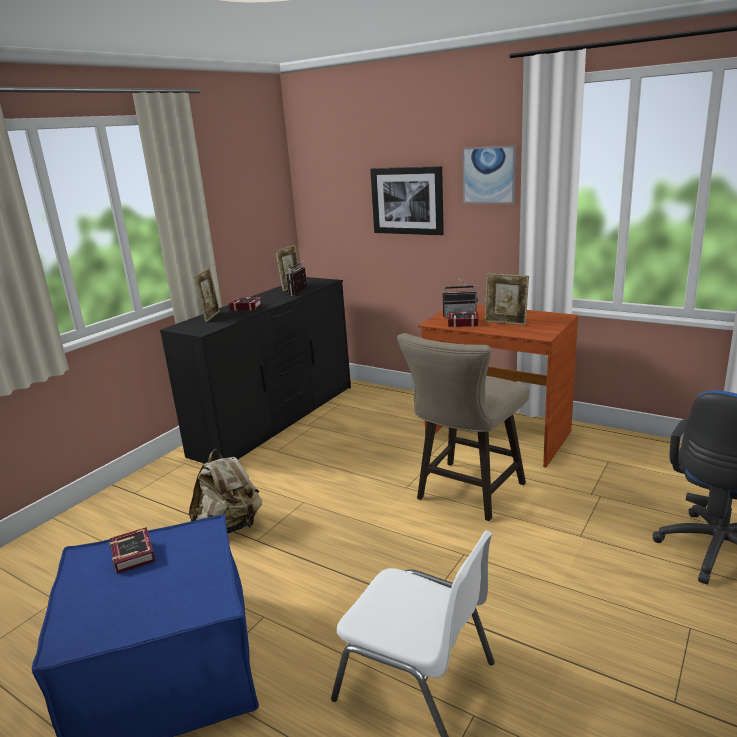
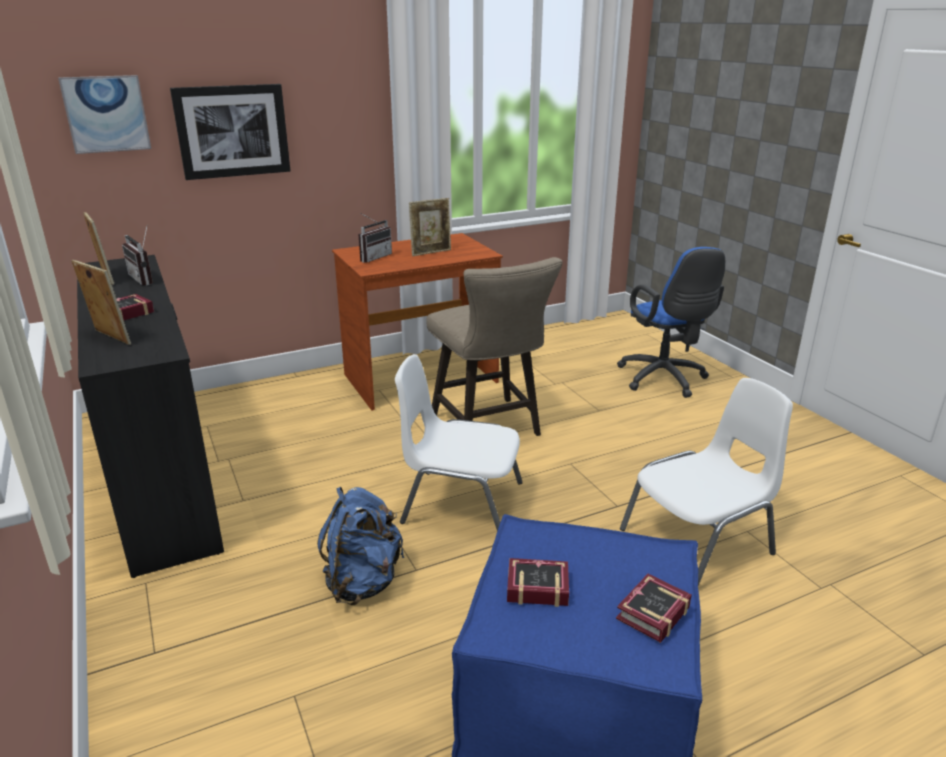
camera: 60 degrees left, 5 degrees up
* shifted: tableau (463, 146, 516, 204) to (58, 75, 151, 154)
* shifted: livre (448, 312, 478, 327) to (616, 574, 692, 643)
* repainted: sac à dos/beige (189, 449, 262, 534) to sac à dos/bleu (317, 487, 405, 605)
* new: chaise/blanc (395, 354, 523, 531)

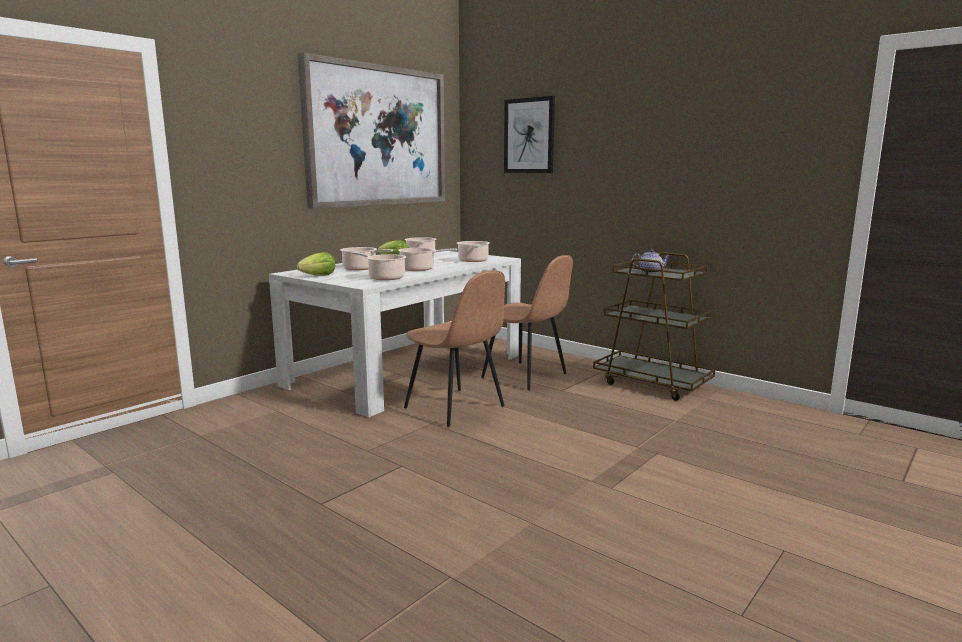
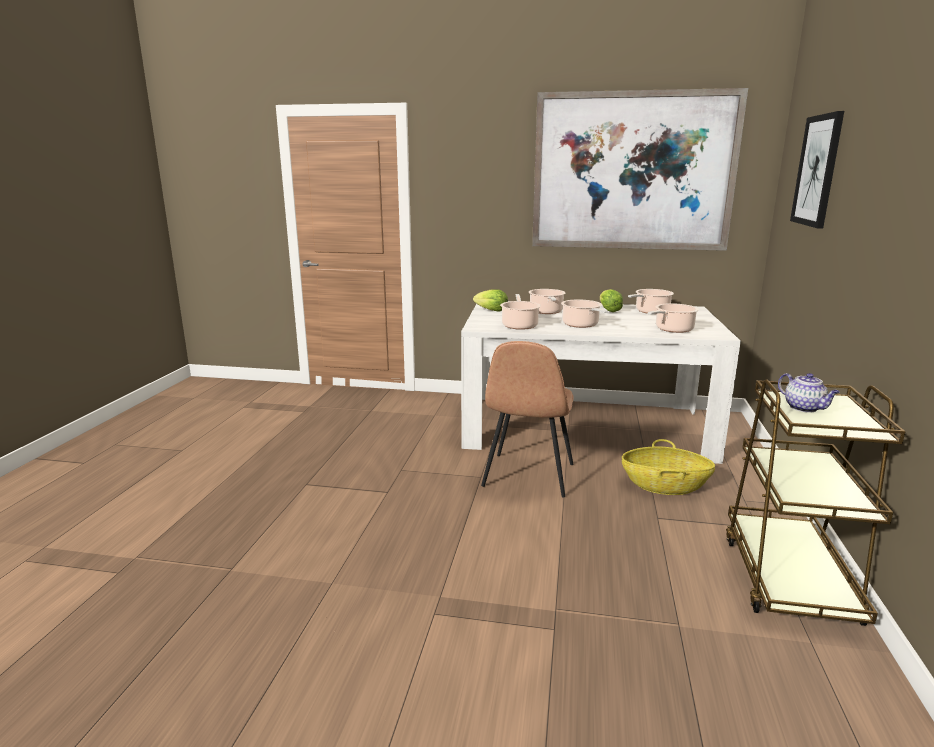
camera: 60 degrees right, 5 degrees up
* swapped: chaise/marron (481, 255, 573, 390) to panier (622, 439, 715, 495)

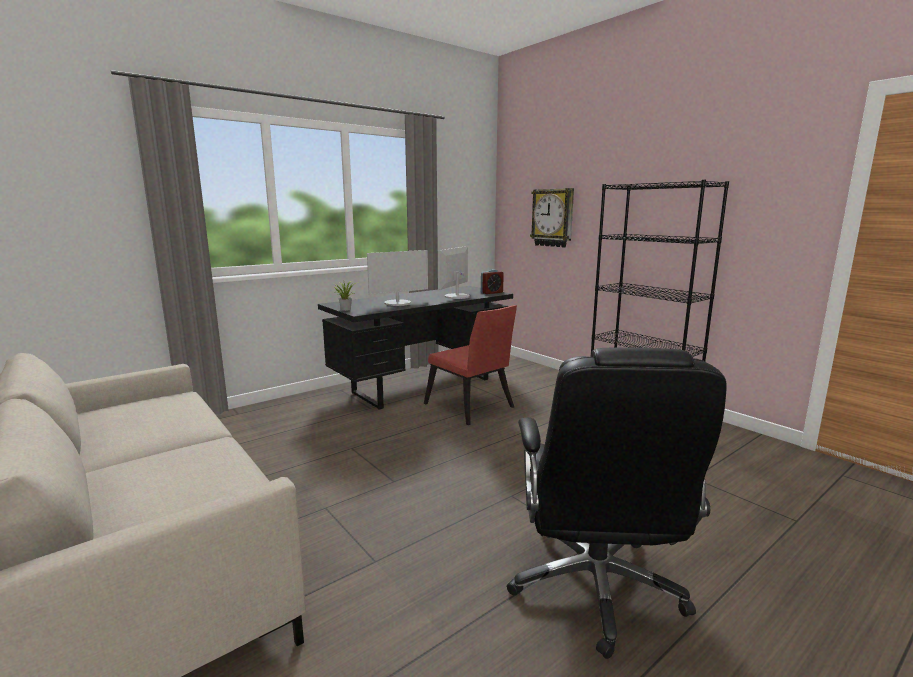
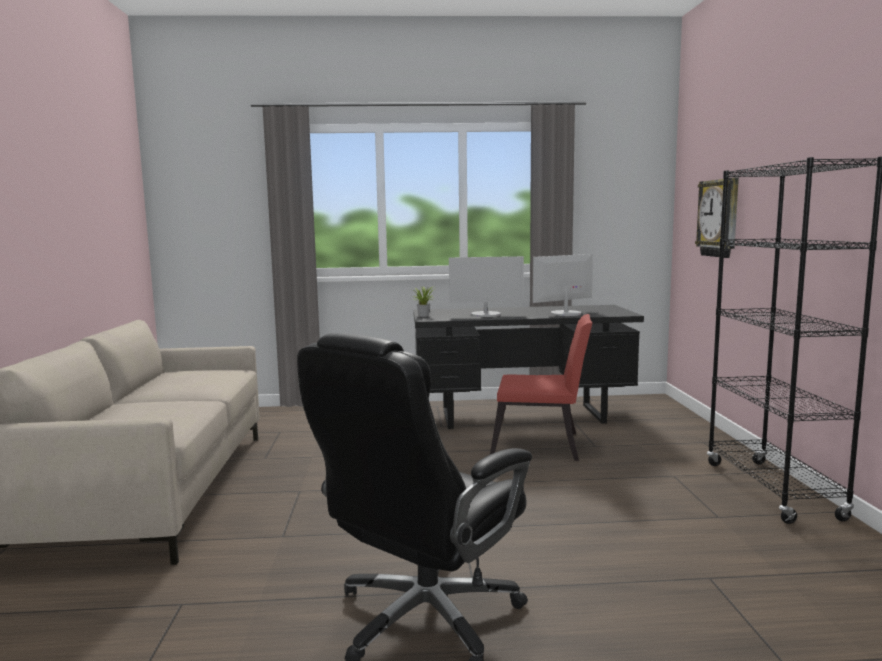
camera: 35 degrees right, 5 degrees down
* gone: réveil (481, 269, 504, 294)
* rotated: chaise/rouge (424, 305, 517, 425) = (490, 314, 592, 461) 75 degrees counterclockwise

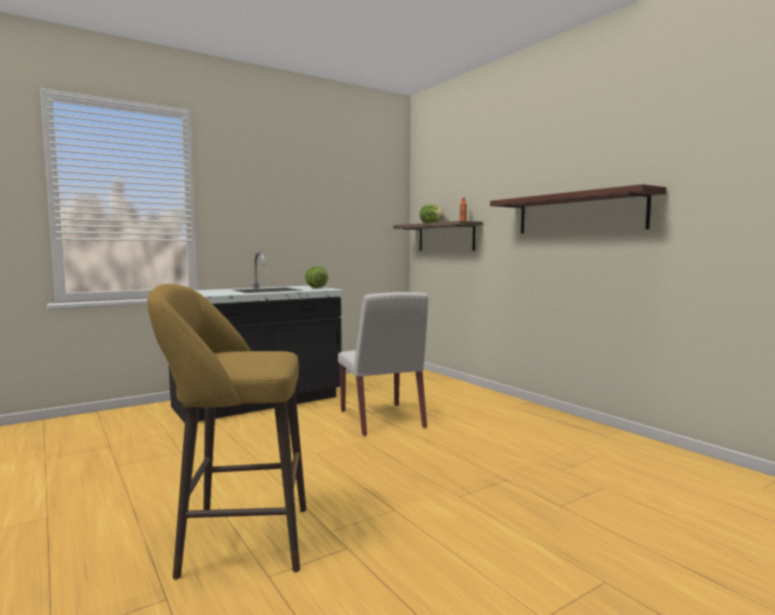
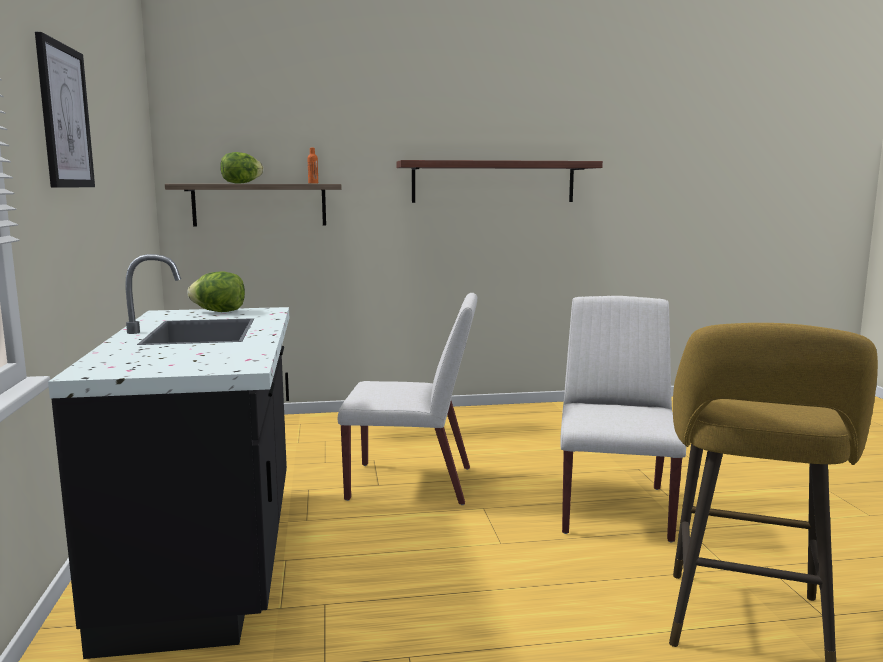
camera: 65 degrees left, 5 degrees up
* new: tableau (35, 32, 95, 188)
* new: chaise/blanc (560, 296, 686, 543)

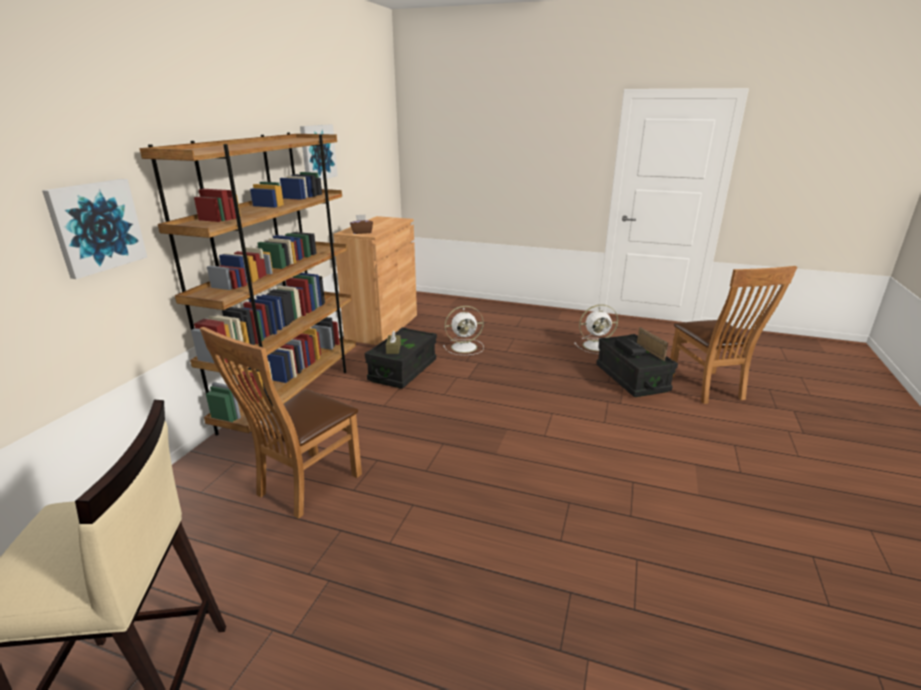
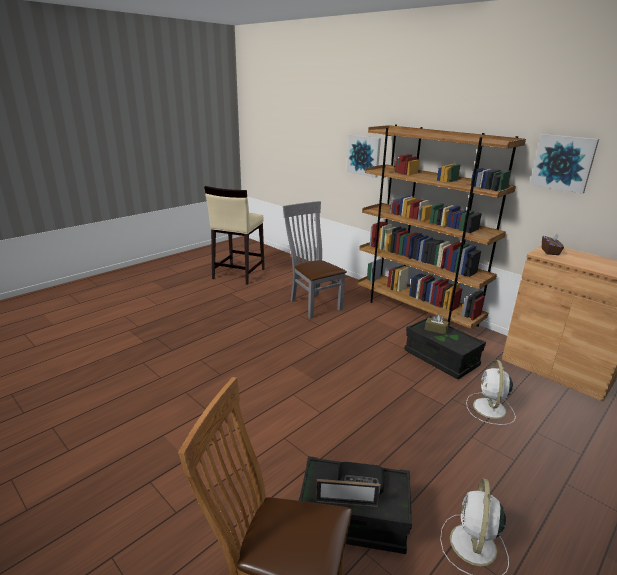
camera: 115 degrees right, 0 degrees up
* repainted: chaise/marron (200, 327, 362, 519) to chaise/gris (283, 201, 347, 319)

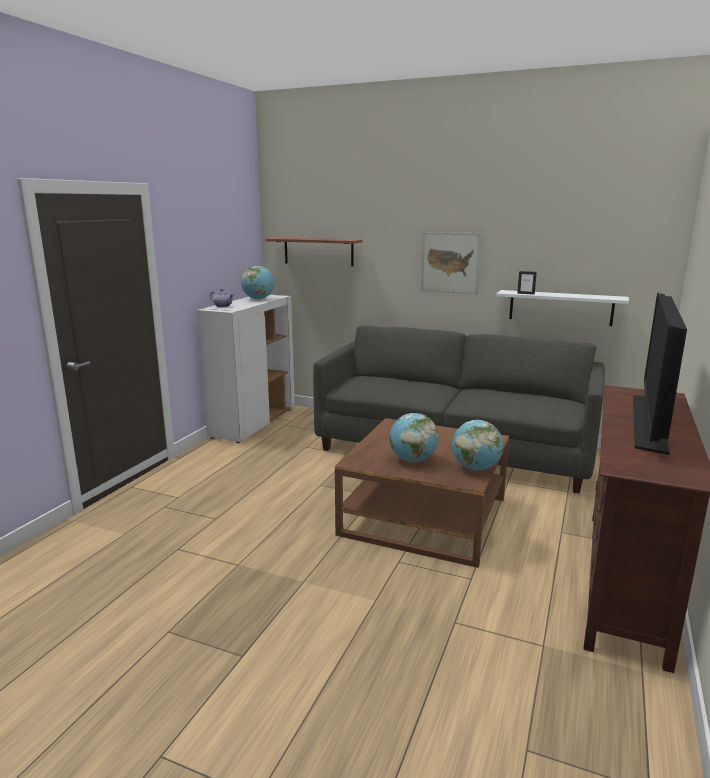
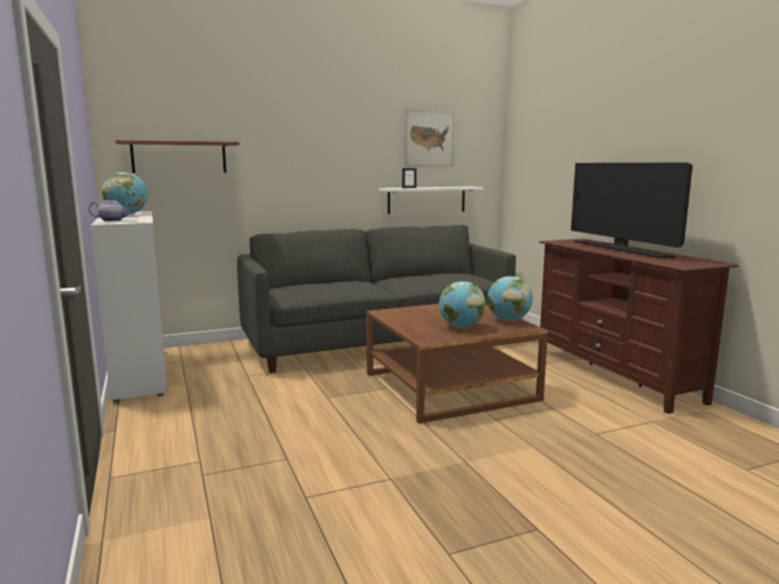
camera: 45 degrees left, 5 degrees down
* shifted: tableau (420, 232, 481, 294) to (404, 109, 455, 167)

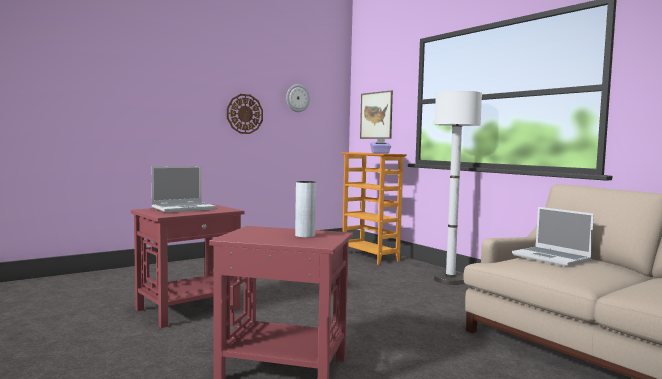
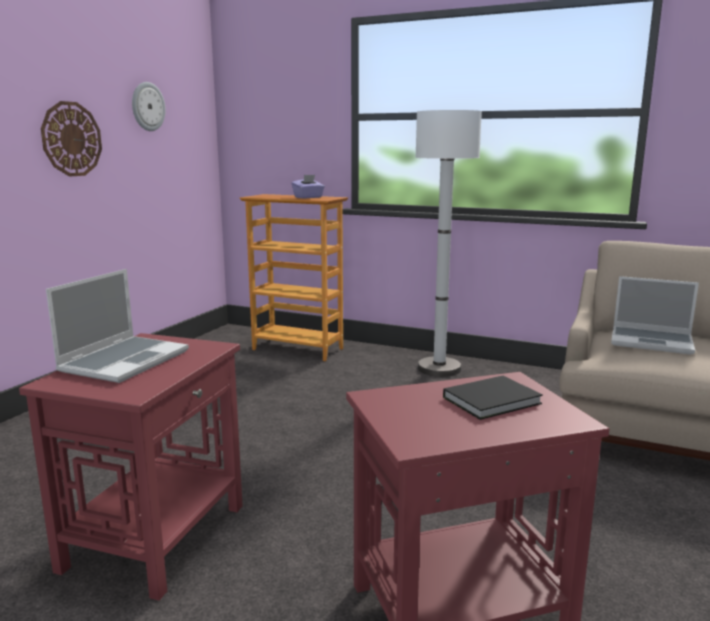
camera: 30 degrees left, 10 degrees up
* gone: tableau (360, 90, 393, 139)
* swapped: vase/gris (295, 181, 316, 238) to livre/noir (443, 376, 543, 420)

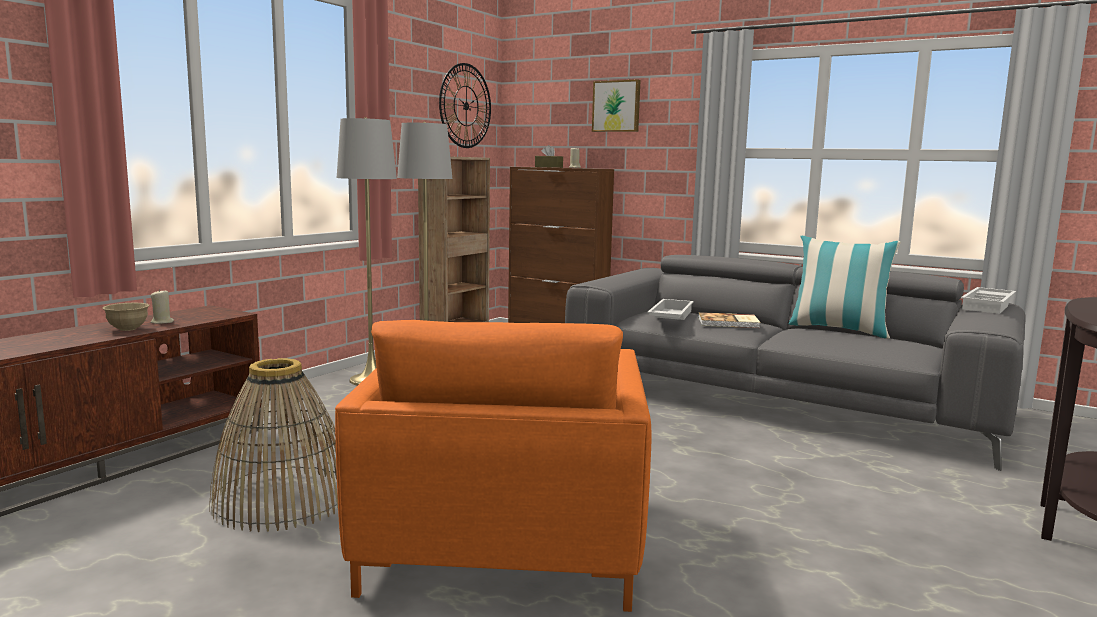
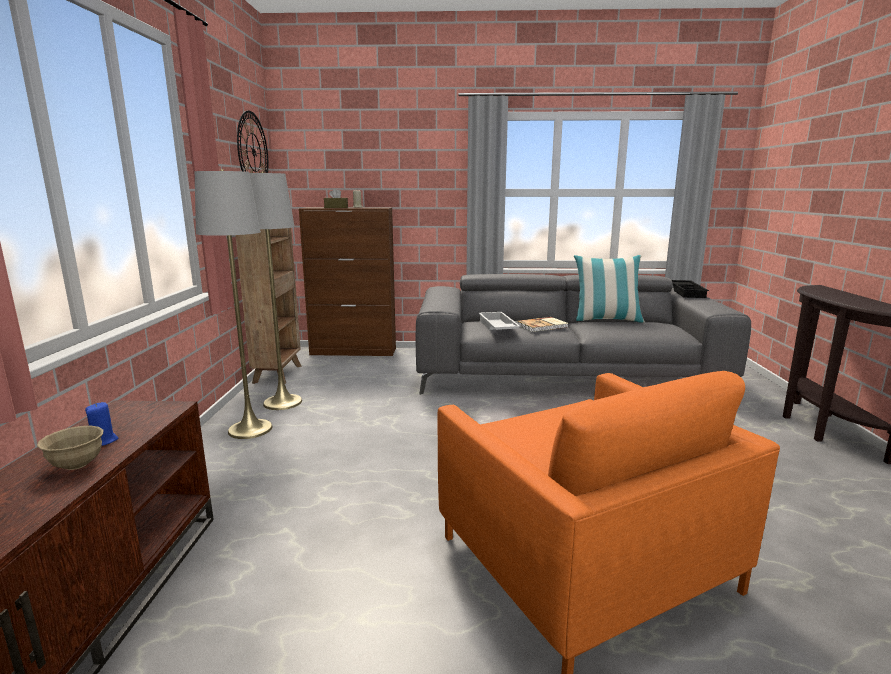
camera: 30 degrees left, 5 degrees up
* gone: tableau (592, 79, 640, 132)
* repainted: plateau/blanc (961, 287, 1016, 314) to plateau/noir (672, 280, 709, 298)
* repainted: bougie/beige (151, 289, 174, 324) to bougie/bleu (85, 402, 118, 446)
* gone: panier (209, 358, 338, 532)

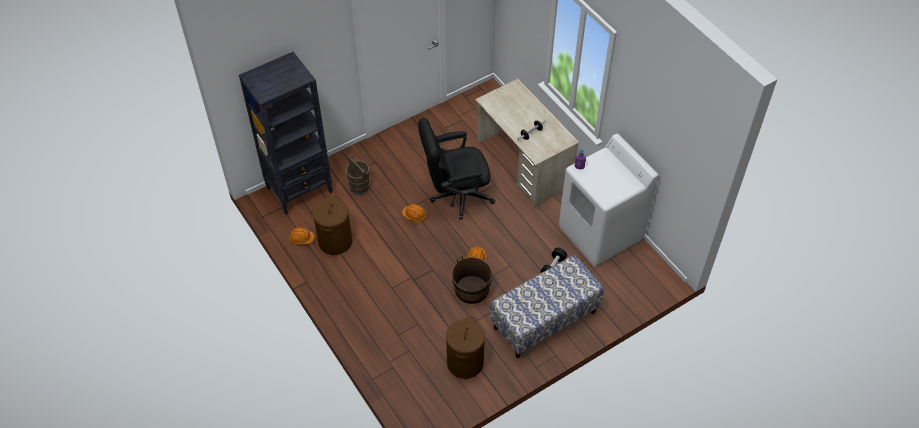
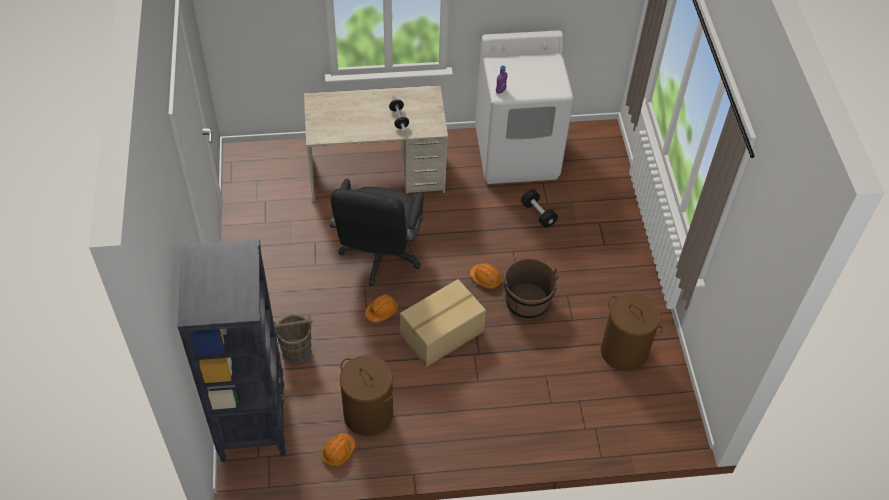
camera: 65 degrees left, 0 degrees up
* gone: banc (490, 255, 604, 358)
* new: carton (400, 279, 486, 367)

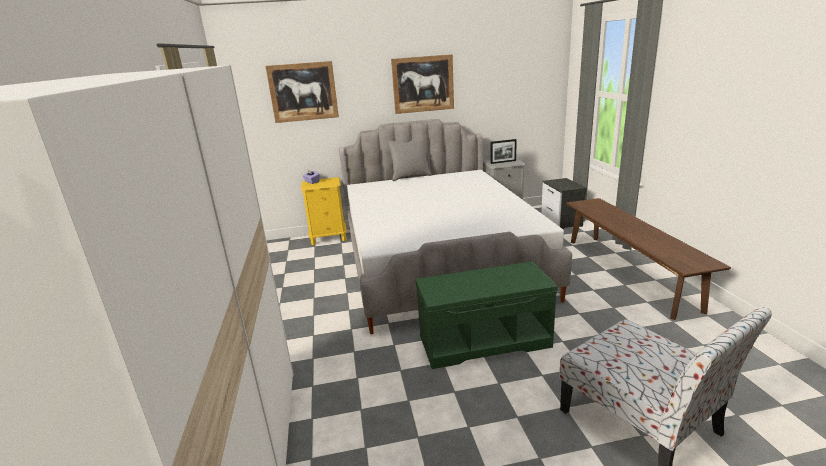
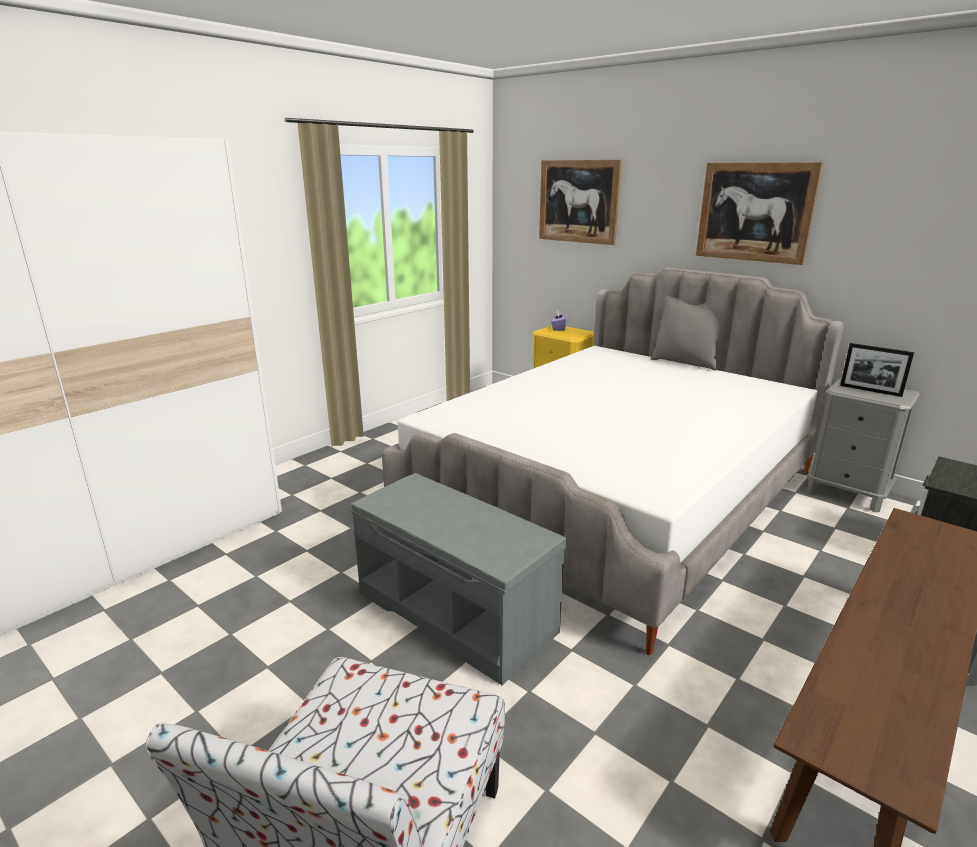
camera: 50 degrees right, 0 degrees up
* repainted: banc/vert (415, 262, 558, 369) to banc/gris (351, 473, 566, 685)

